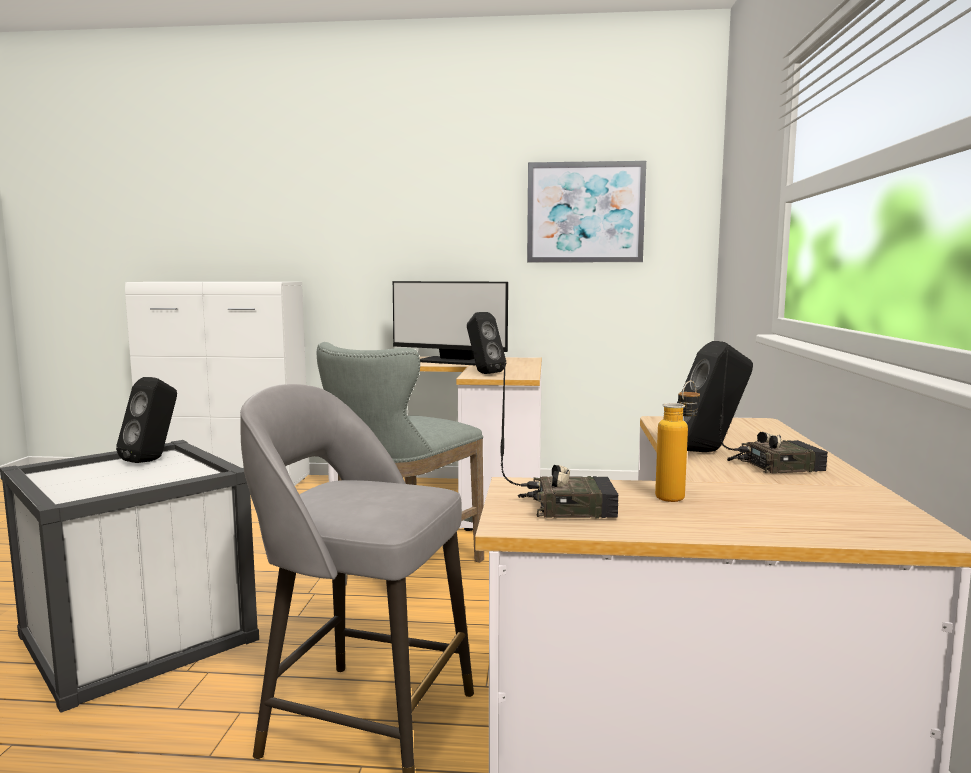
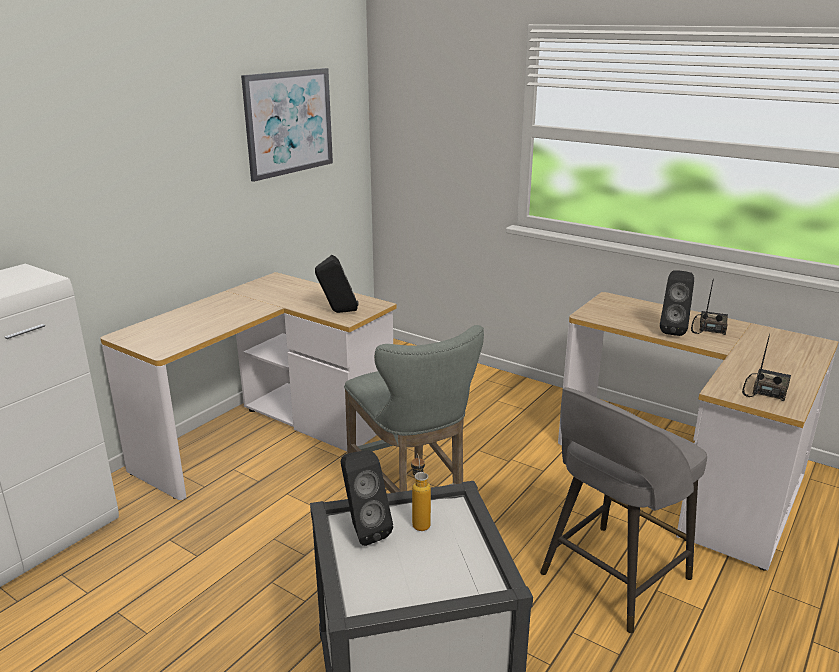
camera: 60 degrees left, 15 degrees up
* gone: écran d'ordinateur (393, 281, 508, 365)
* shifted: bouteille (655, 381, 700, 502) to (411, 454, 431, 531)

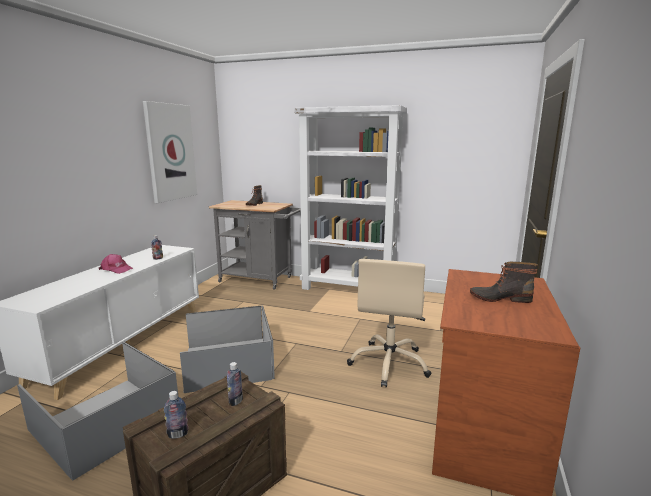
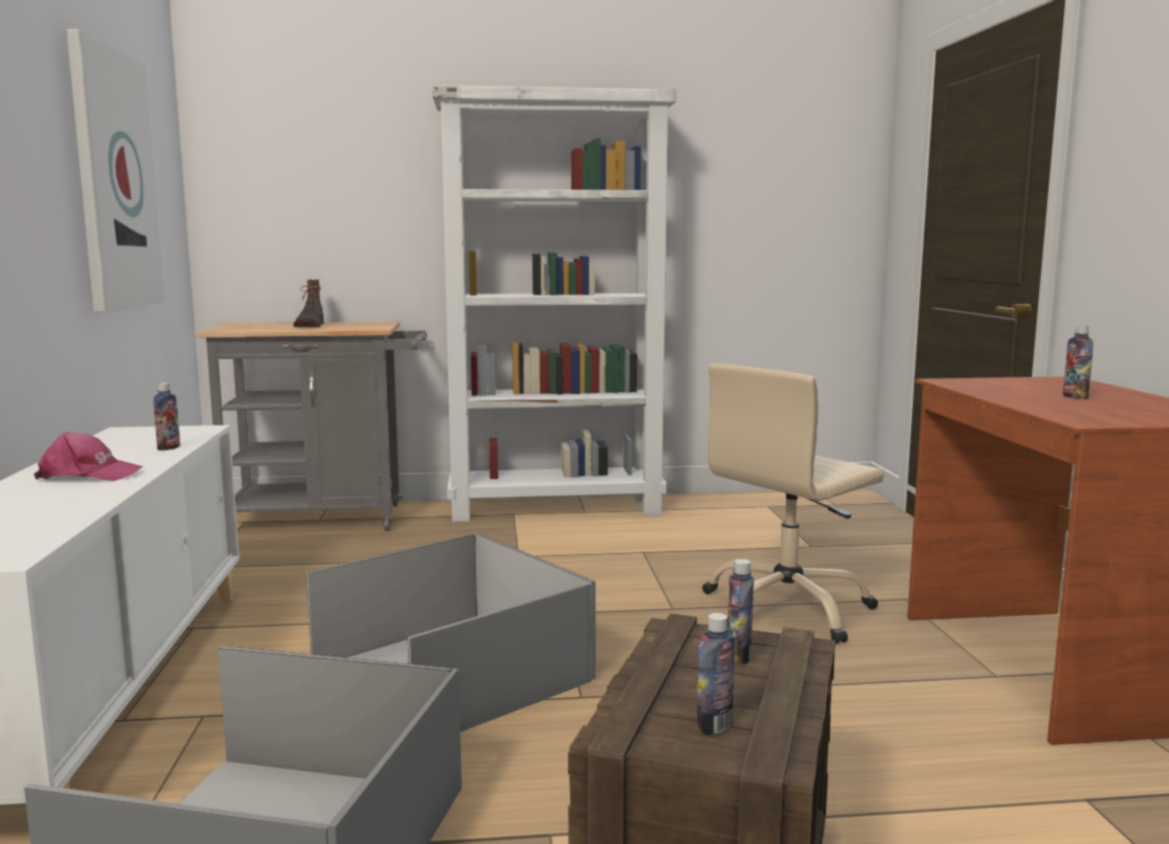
camera: 25 degrees left, 5 degrees down
* rotated: chaise de bureau/beige (347, 259, 432, 388) = (702, 364, 884, 644) 60 degrees clockwise
* swapped: botte (470, 262, 538, 303) to bouteille (1063, 325, 1093, 399)

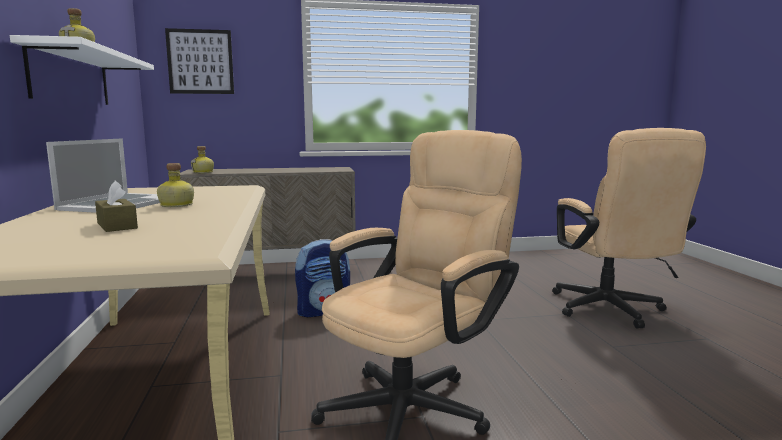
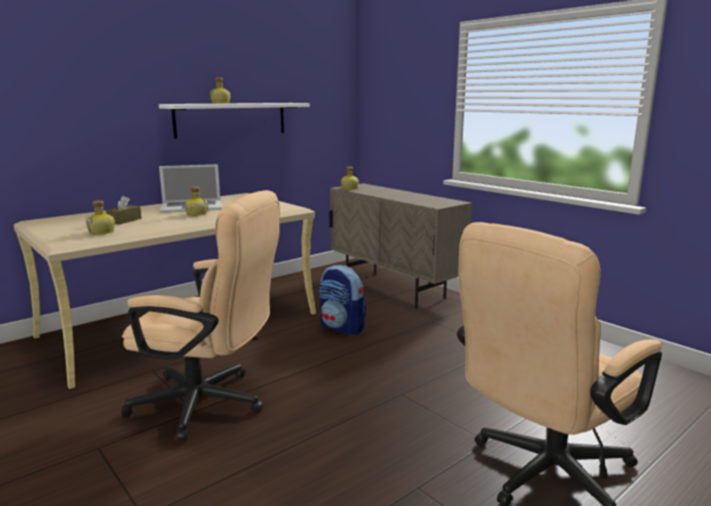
camera: 60 degrees right, 5 degrees up
* gone: tableau (165, 28, 234, 94)
* new: bouteille (86, 201, 115, 235)

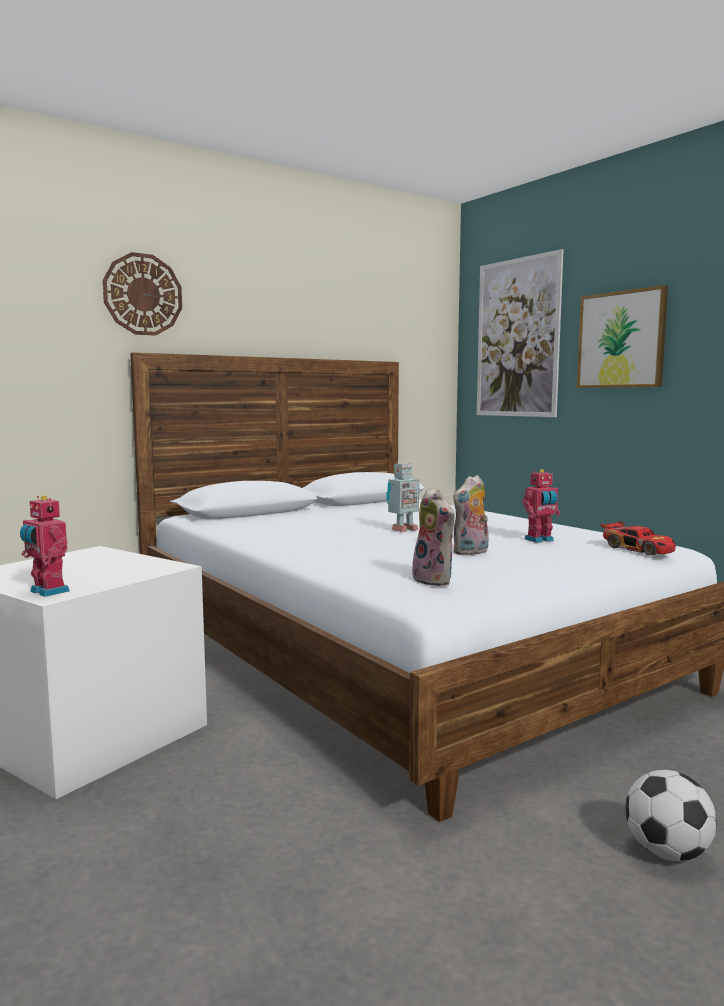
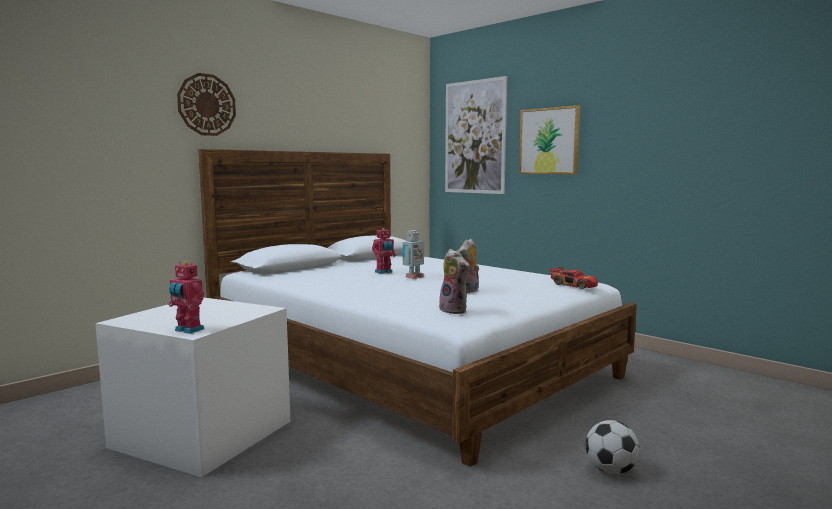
camera: 10 degrees left, 0 degrees up
* shifted: robot jouet (522, 469, 561, 543) to (372, 228, 396, 274)

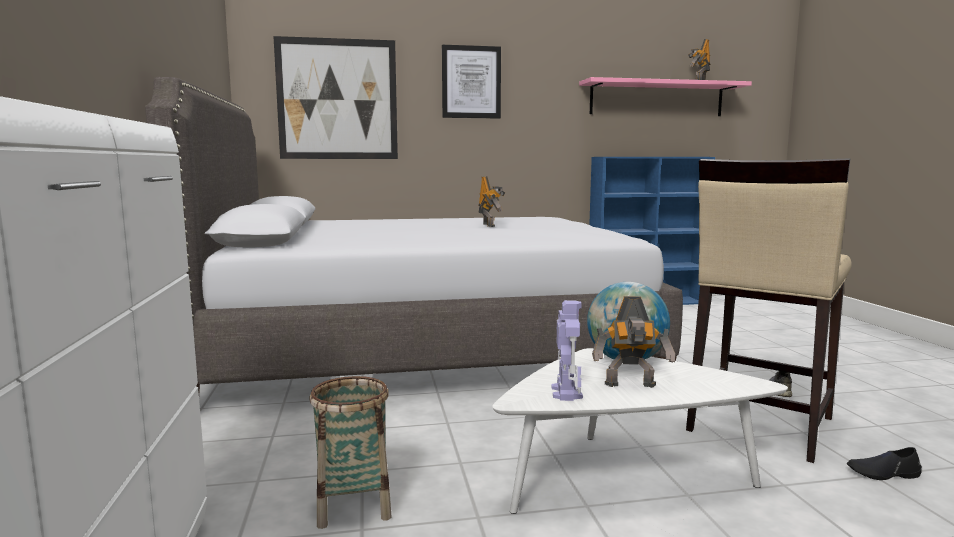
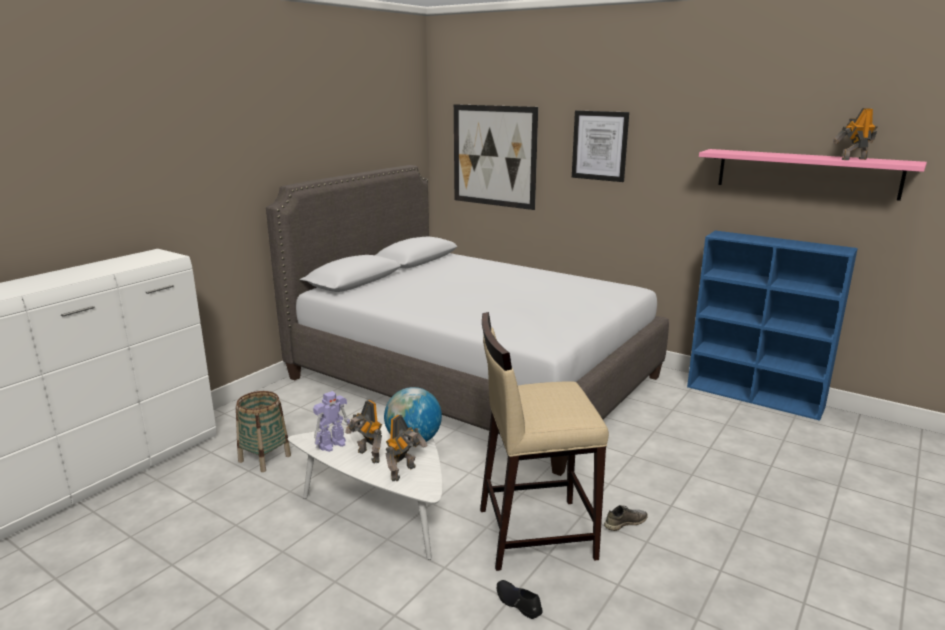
camera: 45 degrees right, 10 degrees up
* shifted: robot jouet (478, 176, 506, 227) to (385, 415, 427, 481)

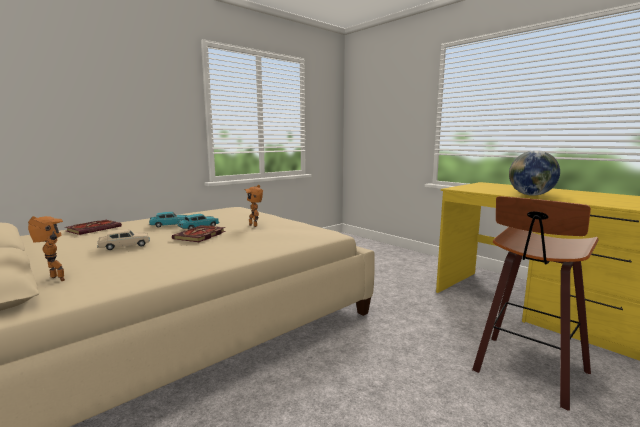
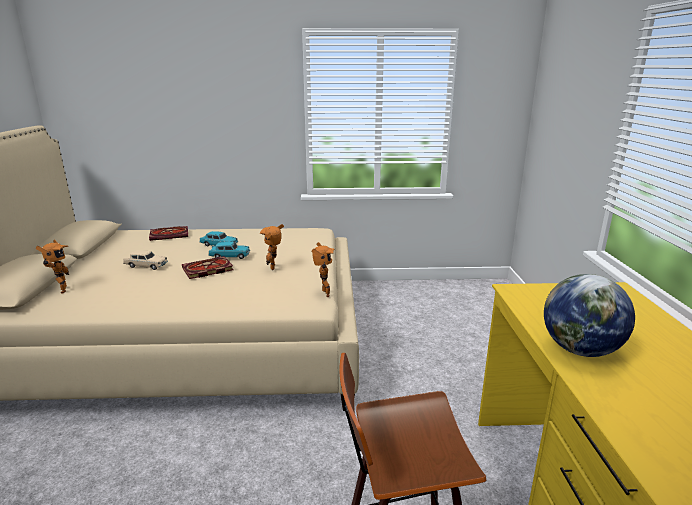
camera: 40 degrees right, 10 degrees up
* new: robot jouet (312, 242, 335, 297)

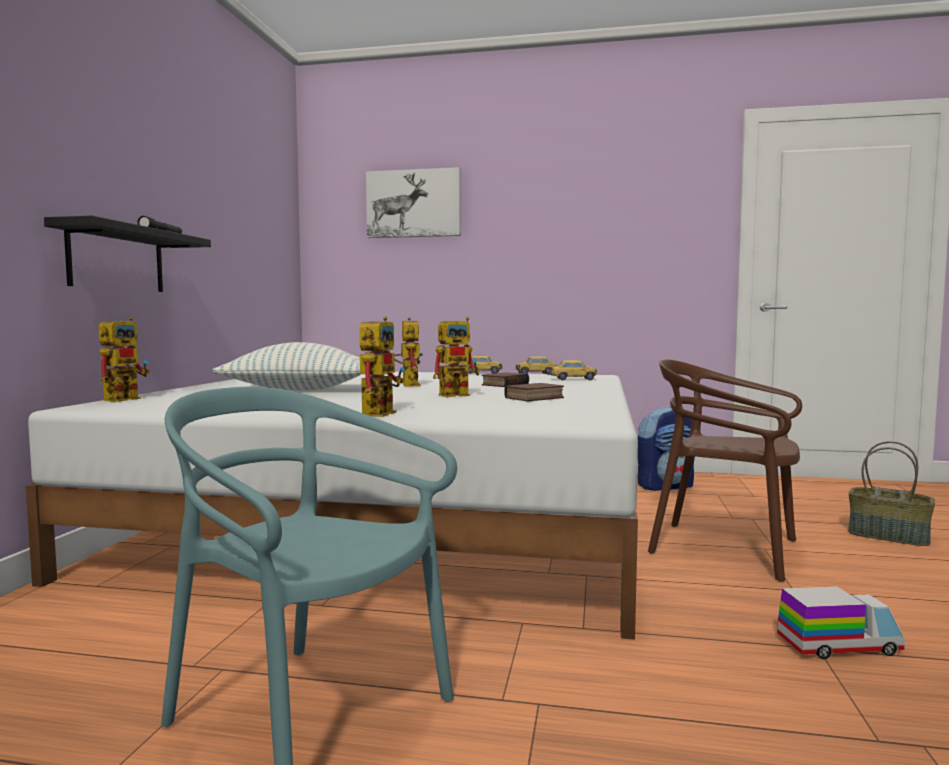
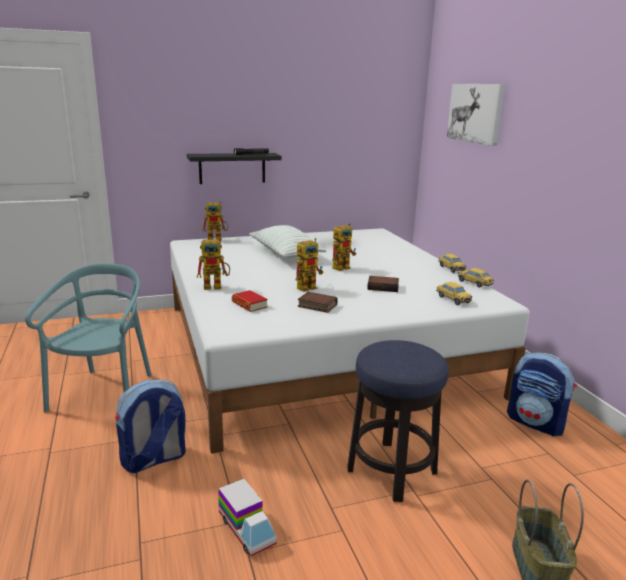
camera: 60 degrees right, 15 degrees up
* rotated: robot jouet (433, 317, 480, 397) = (295, 238, 324, 292) 75 degrees counterclockwise
* swapped: chaise/marron (648, 359, 802, 582) to tabouret (348, 340, 449, 502)
* new: livre (232, 290, 268, 312)
* new: sac à dos (115, 379, 186, 473)

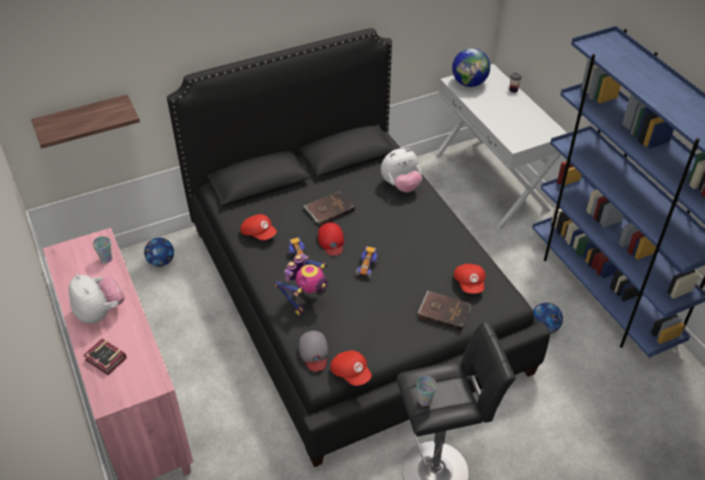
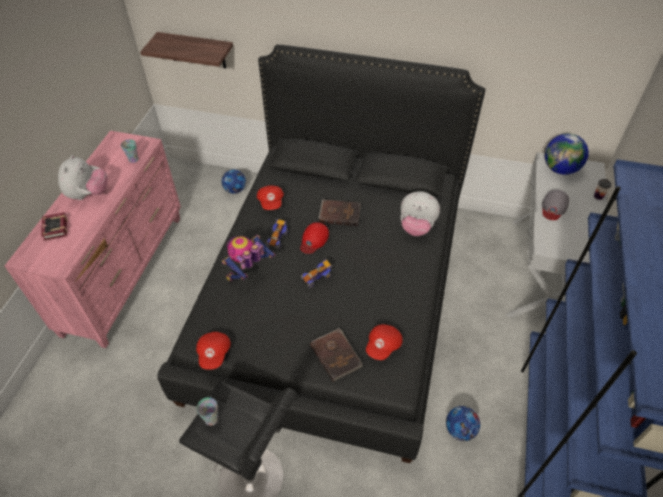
camera: 40 degrees right, 5 degrees up
* rotated: robot jouet (274, 254, 328, 316) = (222, 235, 275, 282) 150 degrees clockwise
* shifted: casquette/gris (299, 331, 329, 371) to (542, 190, 569, 220)

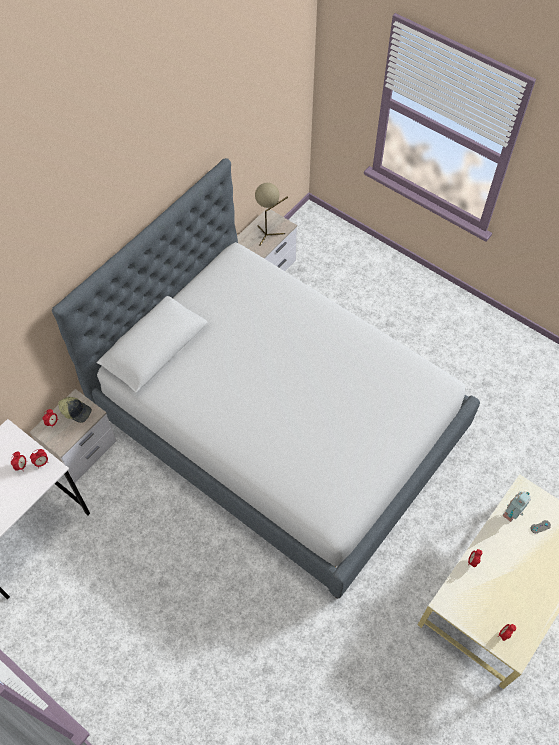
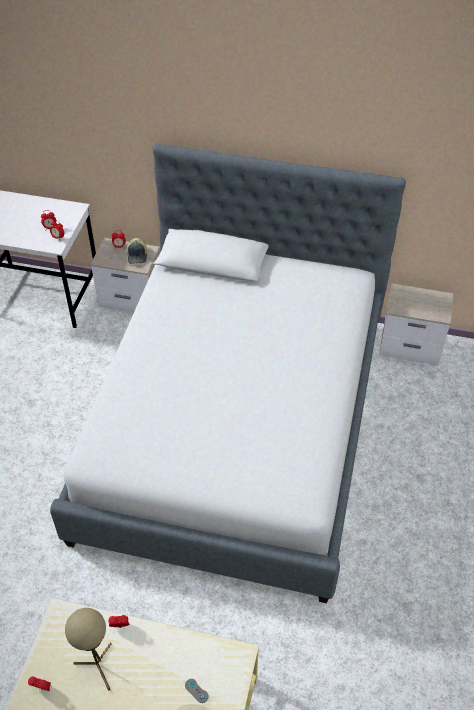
camera: 65 degrees right, 10 degrees down
* shifted: lampe de table/beige (255, 183, 288, 246) to (65, 608, 111, 691)
* gone: robot jouet (502, 491, 531, 522)

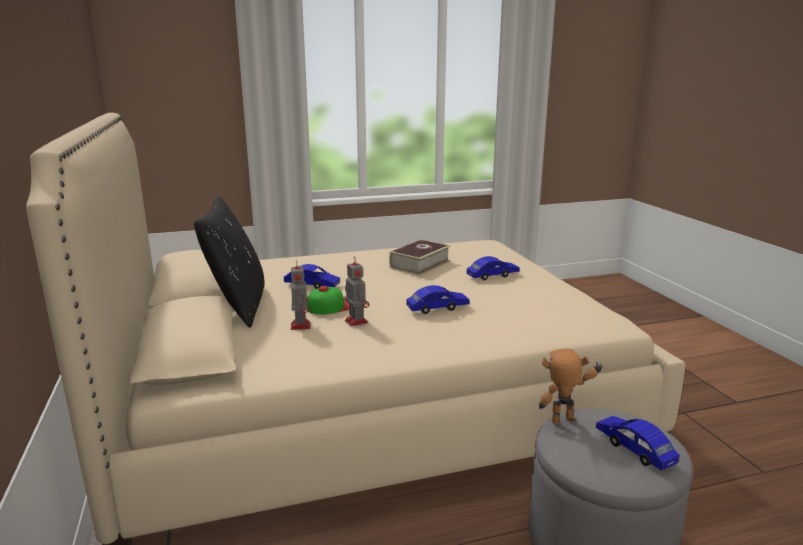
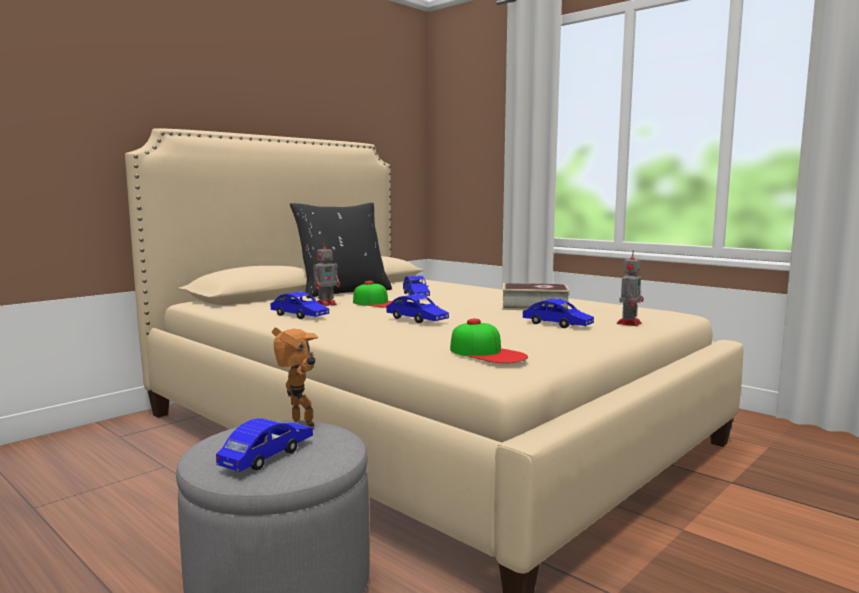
camera: 60 degrees right, 10 degrees down
* shifted: robot jouet (345, 256, 369, 327) to (617, 251, 643, 326)
* new: petite voiture/bleu (270, 292, 329, 319)
* new: casquette (450, 319, 528, 363)

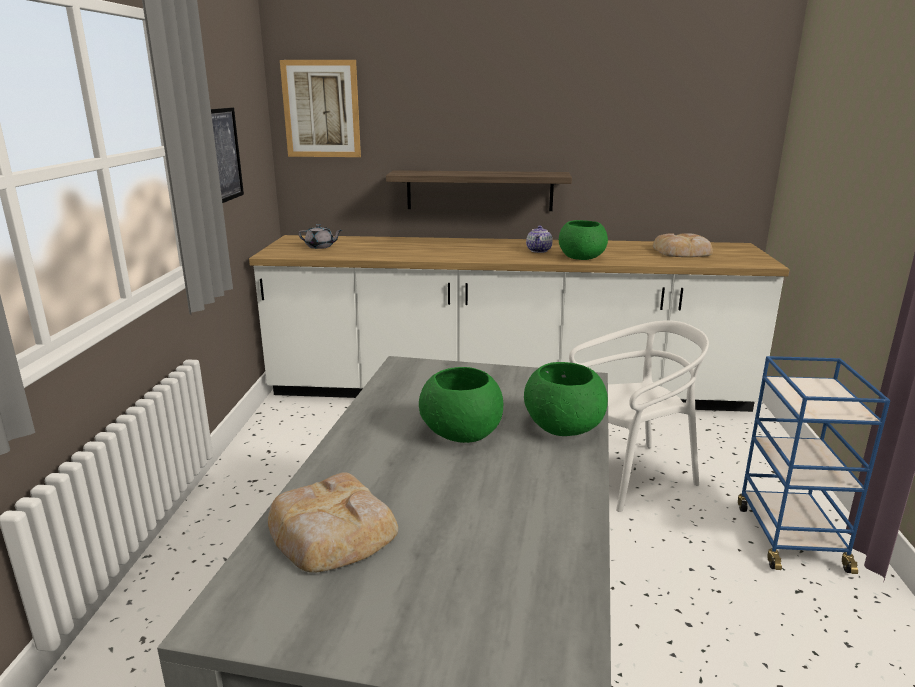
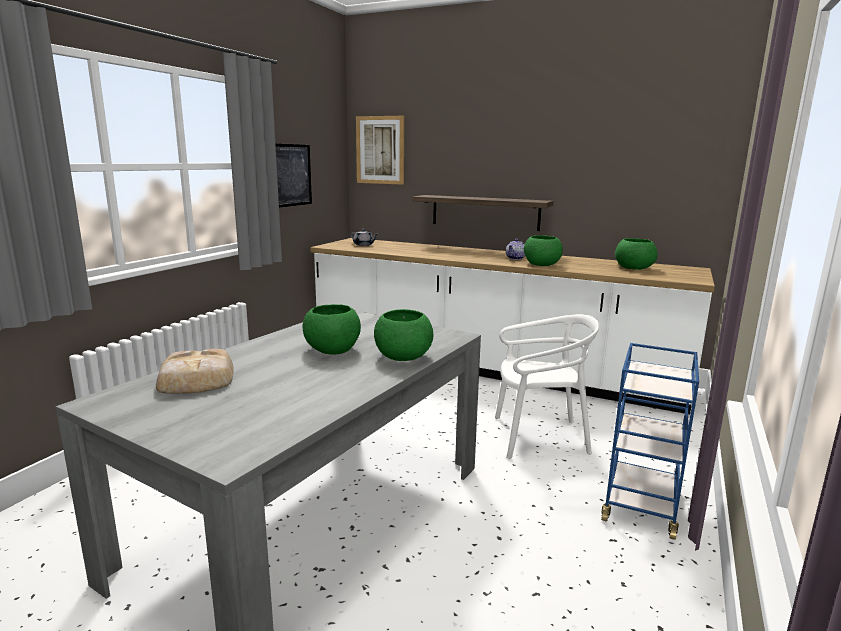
camera: 20 degrees right, 5 degrees down
* swapped: pain (653, 233, 713, 257) to bol/vert (615, 238, 658, 270)

